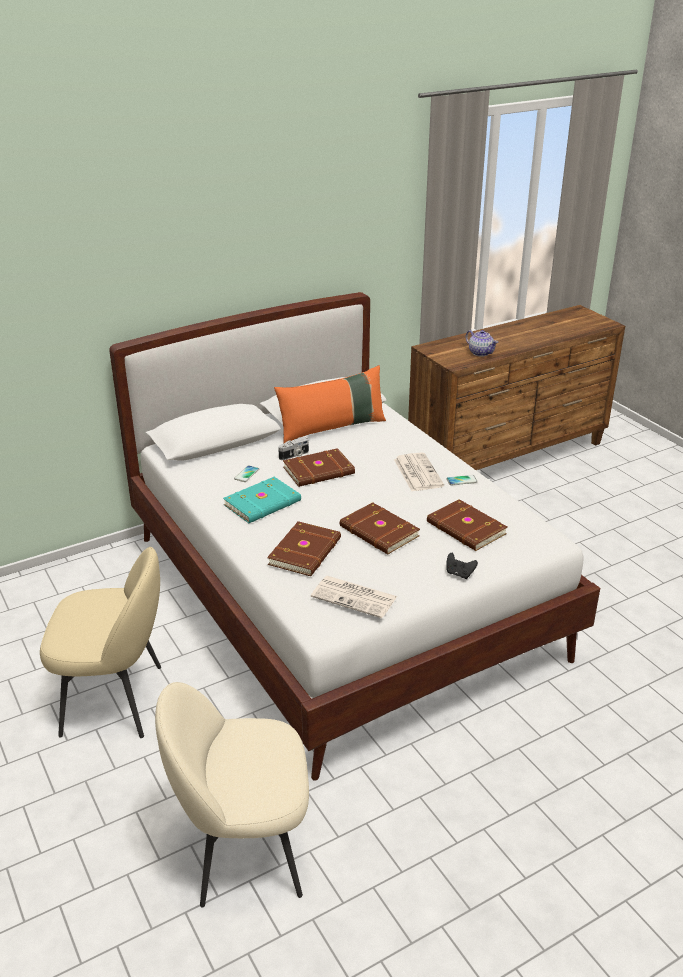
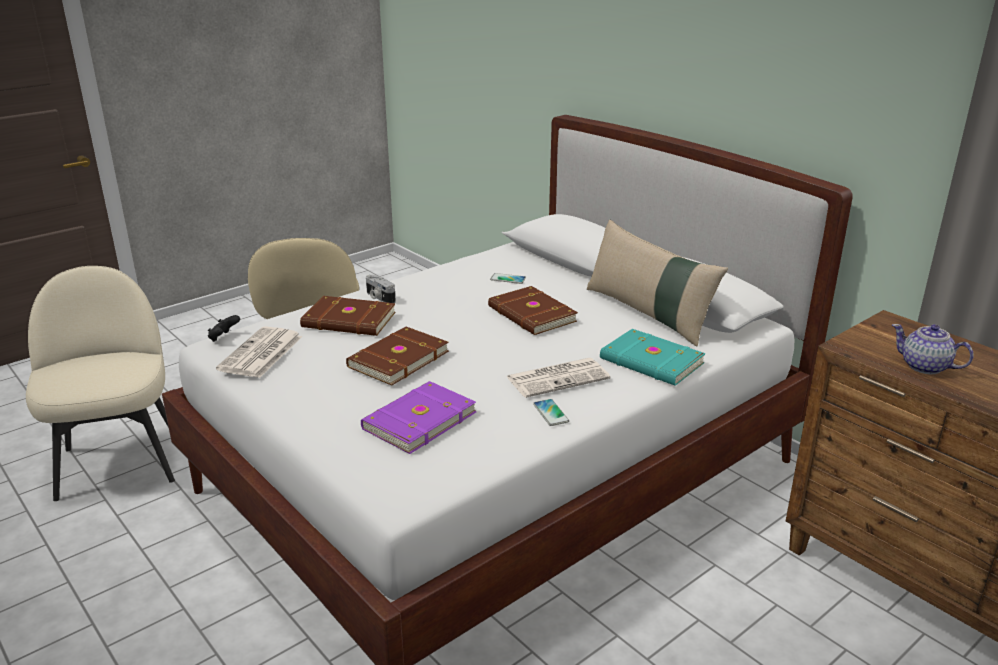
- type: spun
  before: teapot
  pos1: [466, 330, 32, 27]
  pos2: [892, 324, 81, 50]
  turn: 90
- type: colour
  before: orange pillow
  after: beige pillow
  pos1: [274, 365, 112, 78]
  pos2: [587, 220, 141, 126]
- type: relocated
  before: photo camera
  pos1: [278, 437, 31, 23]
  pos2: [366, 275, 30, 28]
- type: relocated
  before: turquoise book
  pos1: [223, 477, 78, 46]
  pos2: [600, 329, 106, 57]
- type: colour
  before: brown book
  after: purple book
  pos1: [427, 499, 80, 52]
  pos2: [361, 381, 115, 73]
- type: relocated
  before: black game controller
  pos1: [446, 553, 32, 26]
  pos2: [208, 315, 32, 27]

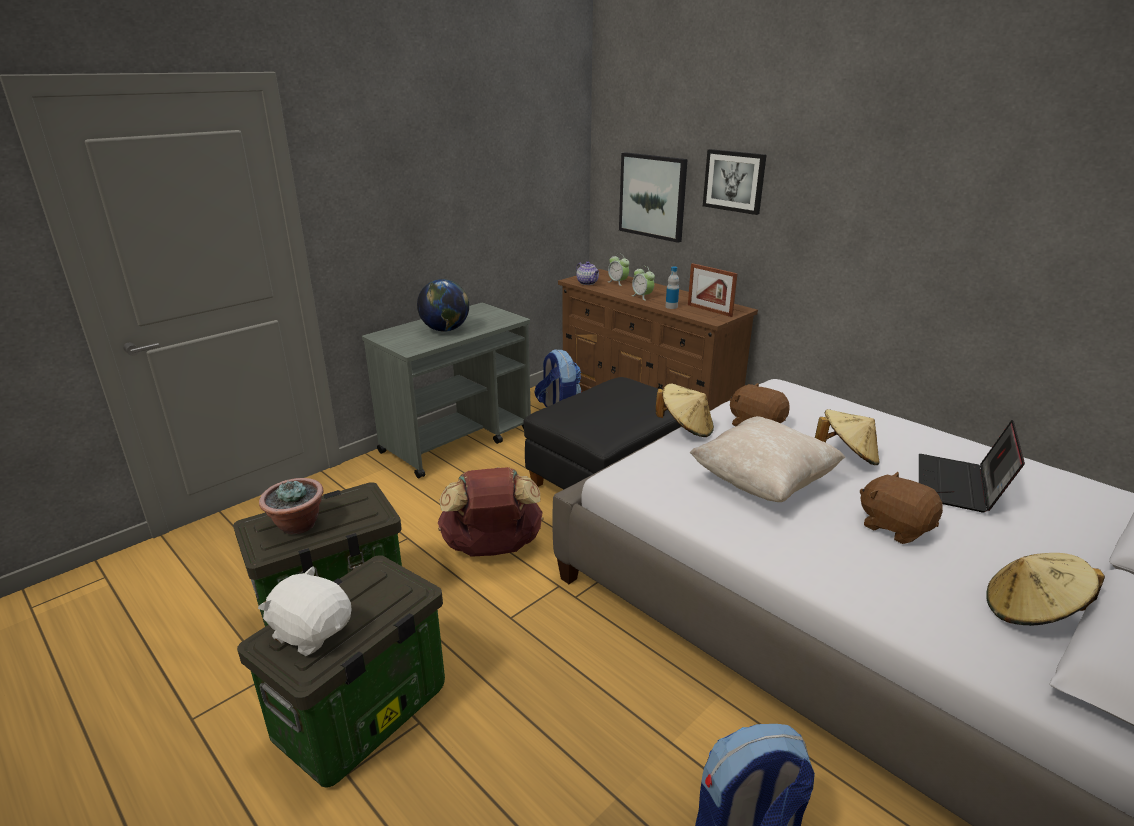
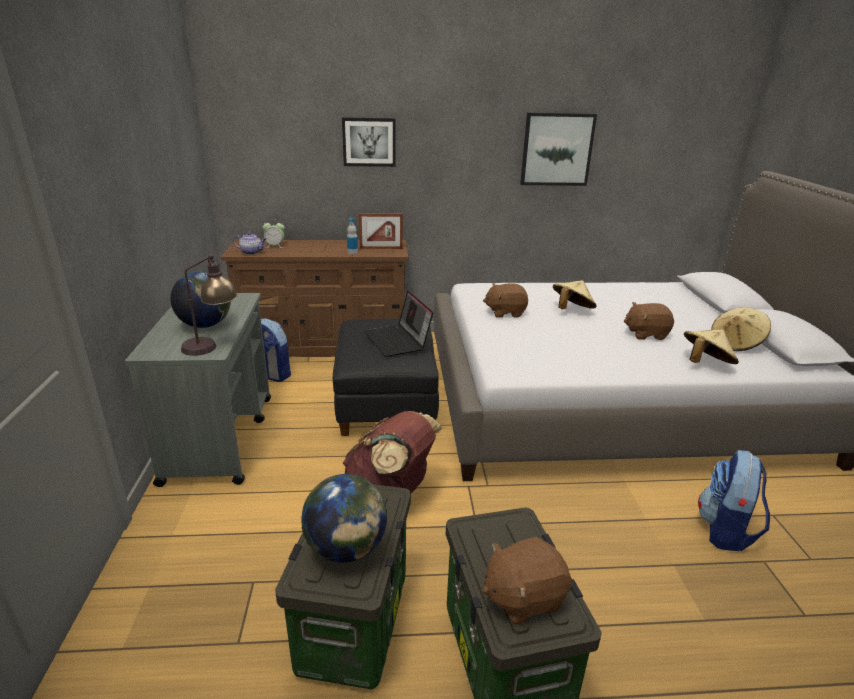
- type: relocated
  before: picture
  pos1: [619, 152, 69, 91]
  pos2: [520, 113, 77, 73]
- type: missing
  before: alarm clock
  pos1: [631, 266, 24, 35]
- type: relocated
  before: beige hat
  pos1: [656, 384, 58, 53]
  pos2: [684, 329, 55, 35]
- type: missing
  before: beige pillow
  pos1: [690, 416, 156, 86]
- type: relocated
  before: laptop
  pos1: [919, 420, 106, 93]
  pos2: [364, 291, 69, 66]
- type: exchanged
  before: potted plant
  after: globe
  pos1: [259, 478, 65, 56]
  pos2: [302, 474, 85, 89]
- type: colour
  before: white plush toy
  after: brown plush toy
  pos1: [258, 566, 94, 90]
  pos2: [482, 537, 90, 88]
- type: appeared
  after: table lamp
  pos2: [181, 253, 56, 103]

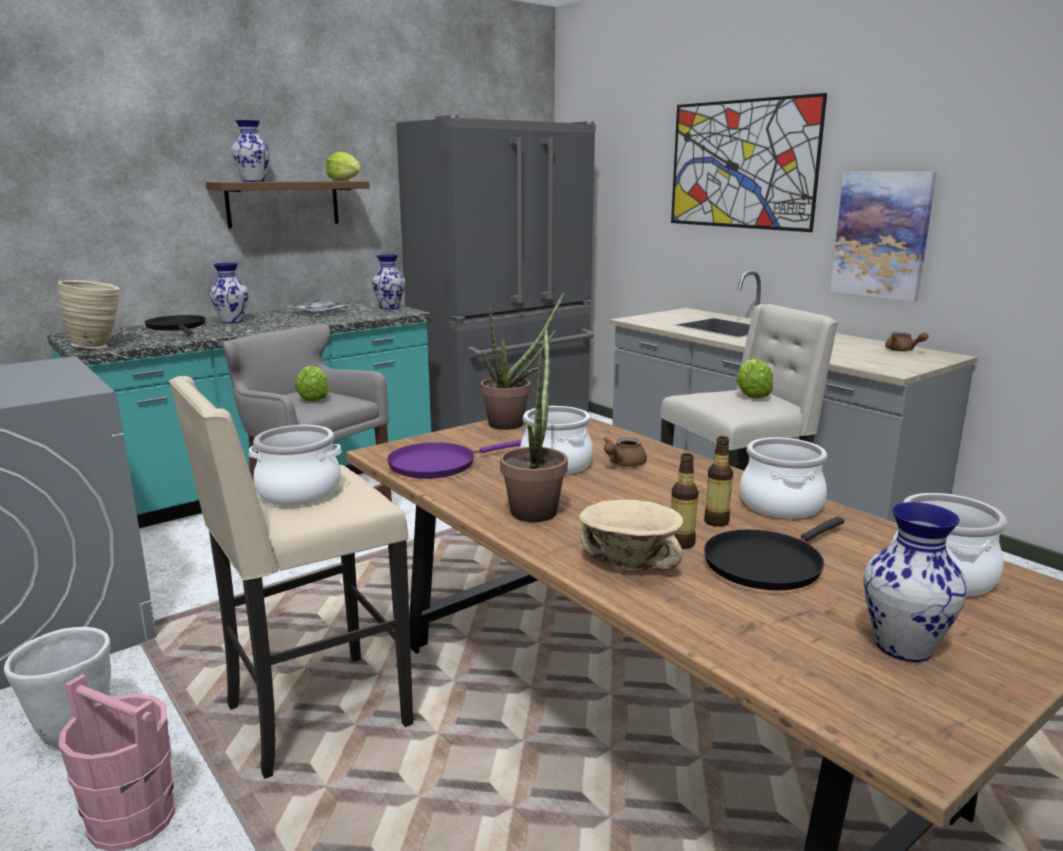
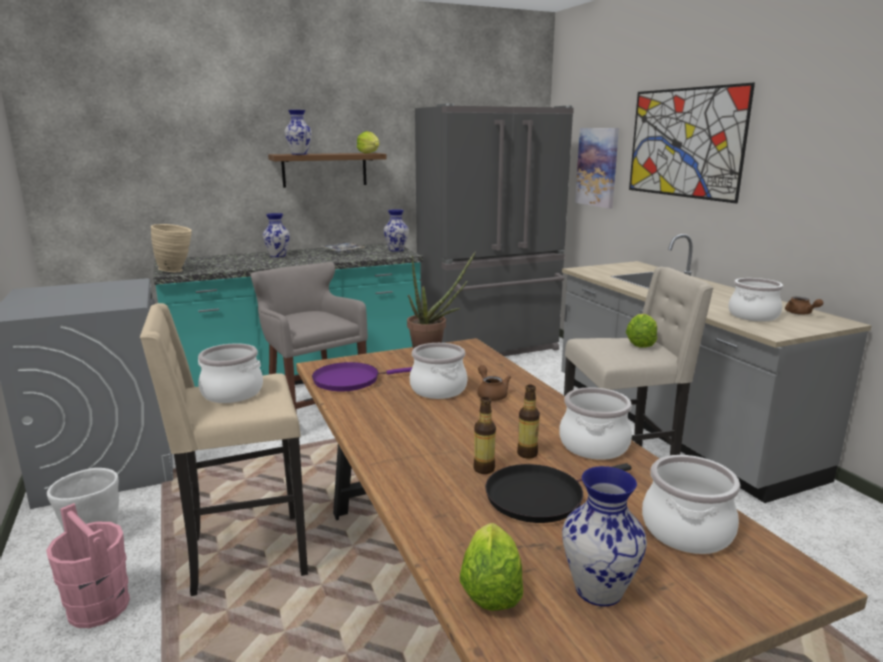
- type: relocated
  before: picture
  pos1: [830, 172, 107, 130]
  pos2: [575, 128, 44, 81]
- type: missing
  before: black frying pan
  pos1: [144, 315, 62, 20]
- type: missing
  before: potted plant
  pos1: [500, 326, 68, 196]
- type: relocated
  before: lettuce
  pos1: [295, 366, 34, 36]
  pos2: [460, 523, 63, 88]
- type: spun
  before: brown teapot
  pos1: [603, 437, 44, 30]
  pos2: [477, 365, 34, 36]
  turn: 105
- type: missing
  before: beige bowl
  pos1: [579, 500, 104, 72]
- type: appeared
  after: cooking pot
  pos2: [728, 278, 55, 43]

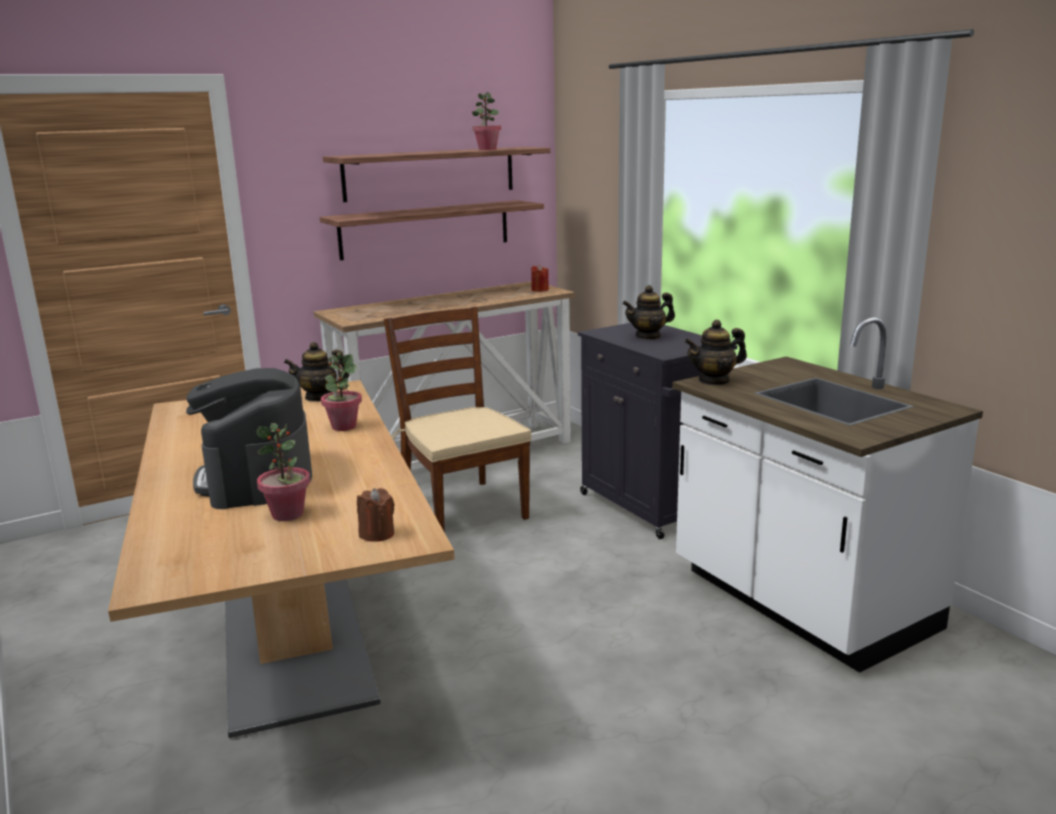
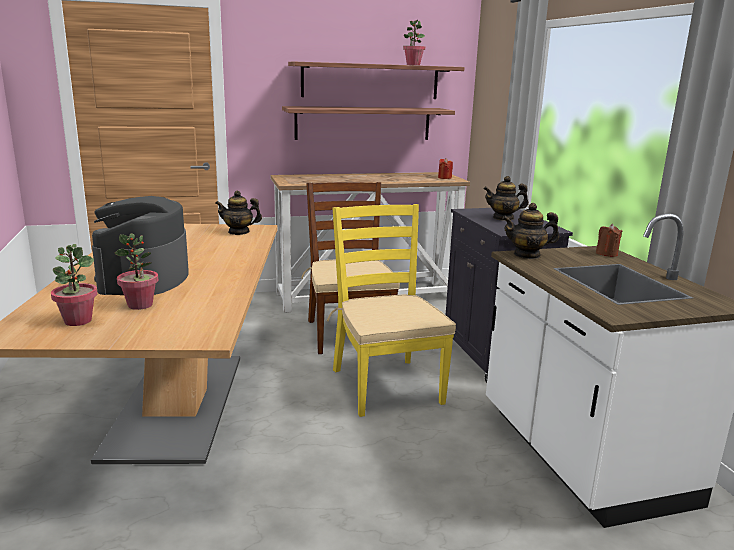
- type: relocated
  before: potted plant
  pos1: [321, 353, 41, 78]
  pos2: [51, 244, 46, 82]
- type: relocated
  before: brown candle
  pos1: [357, 488, 38, 54]
  pos2: [596, 224, 27, 33]
- type: appeared
  after: yellow chair
  pos2: [327, 204, 129, 213]

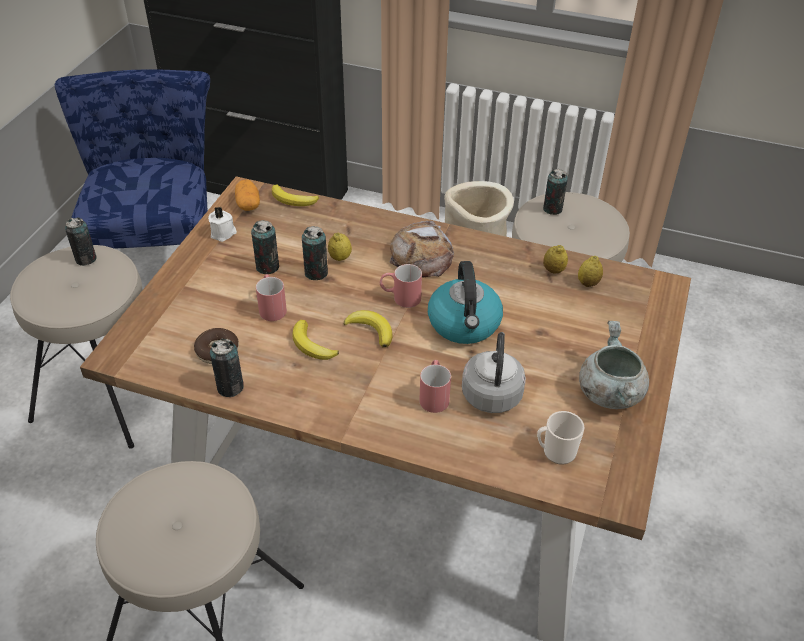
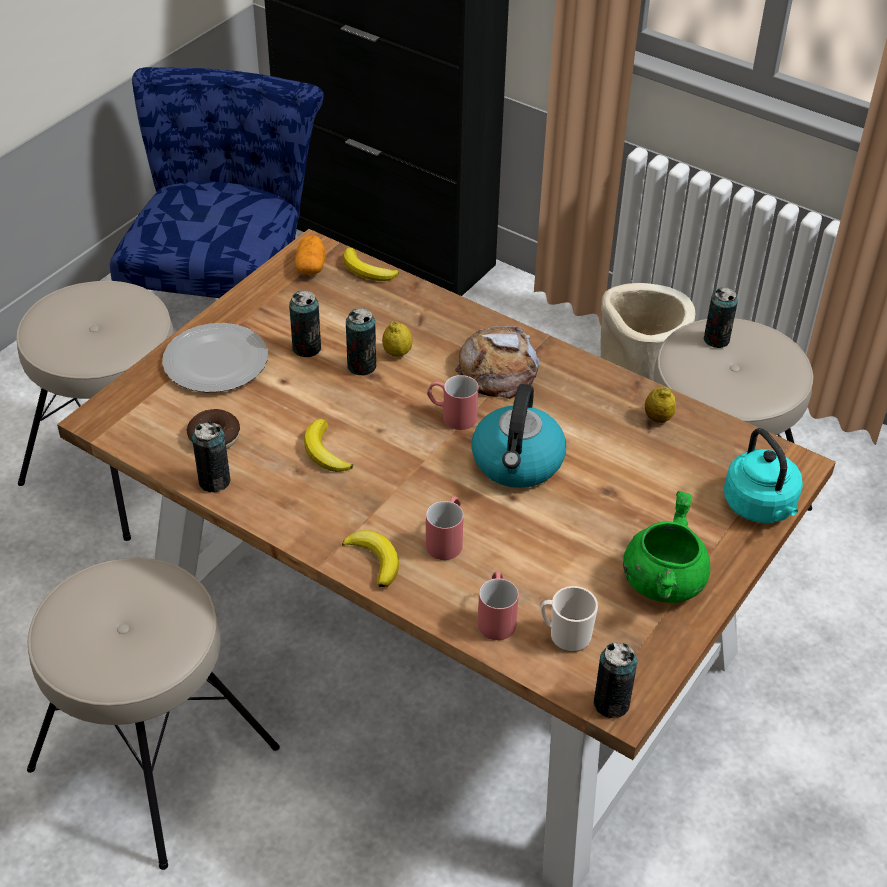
- type: missing
  before: white candle
  pos1: [208, 207, 29, 35]
- type: relocated
  before: can
  pos1: [65, 218, 32, 48]
  pos2: [594, 642, 43, 76]
- type: missing
  before: lemon
  pos1: [578, 256, 25, 31]
- type: relocated
  before: red mug
  pos1: [256, 274, 31, 47]
  pos2: [478, 572, 41, 68]
- type: relocated
  before: banana
  pos1: [344, 310, 48, 37]
  pos2: [342, 530, 57, 57]
- type: colour
  before: grey cooking pot
  after: green cooking pot
  pos1: [579, 321, 70, 88]
  pos2: [623, 491, 87, 112]
- type: missing
  before: grey kettle
  pos1: [462, 332, 64, 81]
- type: appeared
  after: plate
  pos2: [162, 323, 106, 69]
- type: appeared
  after: turquoise kettle
  pos2: [724, 428, 79, 95]

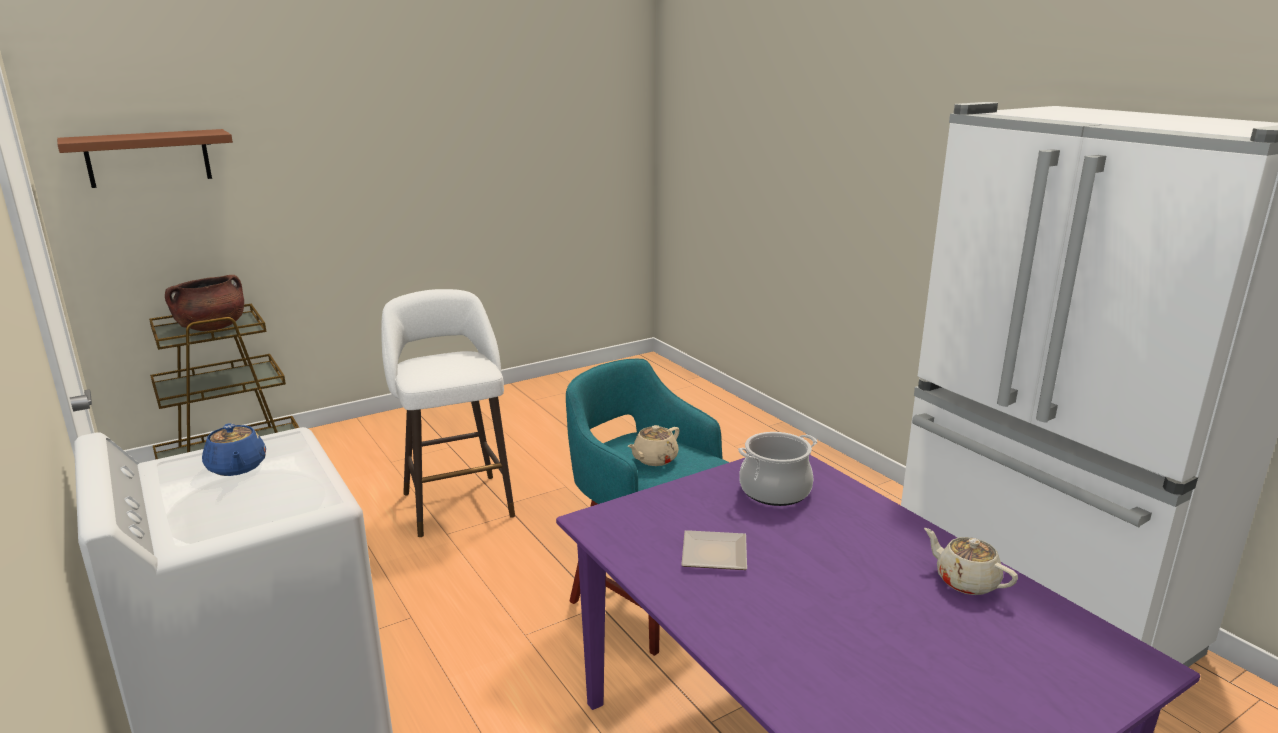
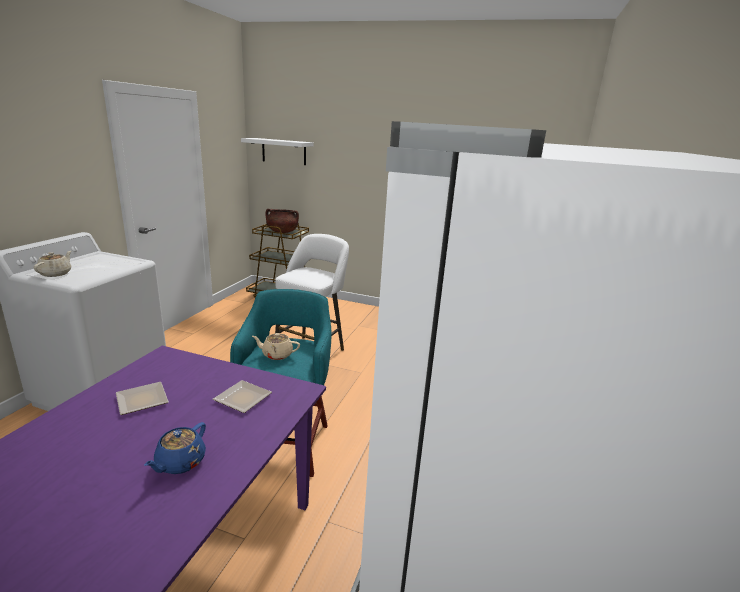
- type: colour
  before: brown shelf
  after: white shelf
  pos1: [57, 129, 176, 59]
  pos2: [241, 138, 73, 27]
- type: relocated
  before: blue teapot
  pos1: [202, 424, 64, 52]
  pos2: [144, 422, 62, 52]
- type: exchanged
  before: cooking pot
  after: plate
  pos1: [738, 432, 79, 74]
  pos2: [213, 380, 59, 33]
- type: relocated
  before: beige teapot
  pos1: [924, 528, 94, 67]
  pos2: [34, 251, 37, 26]

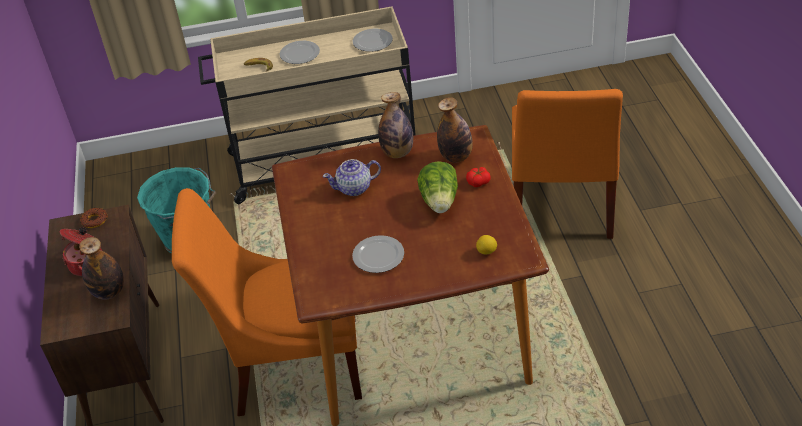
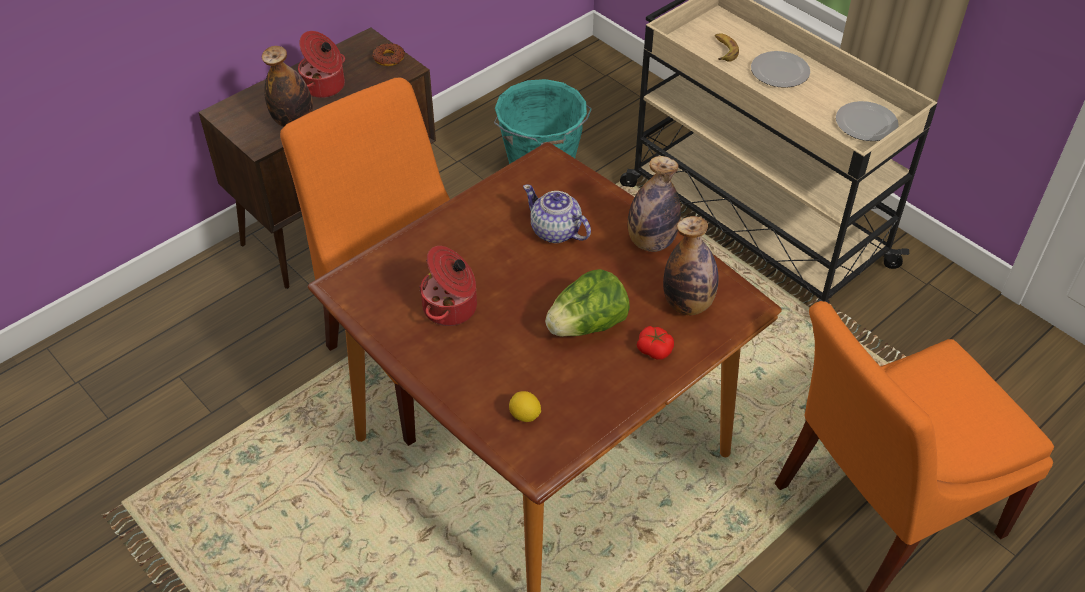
- type: exchanged
  before: plate
  after: cooking pot
  pos1: [352, 235, 52, 38]
  pos2: [419, 246, 58, 80]

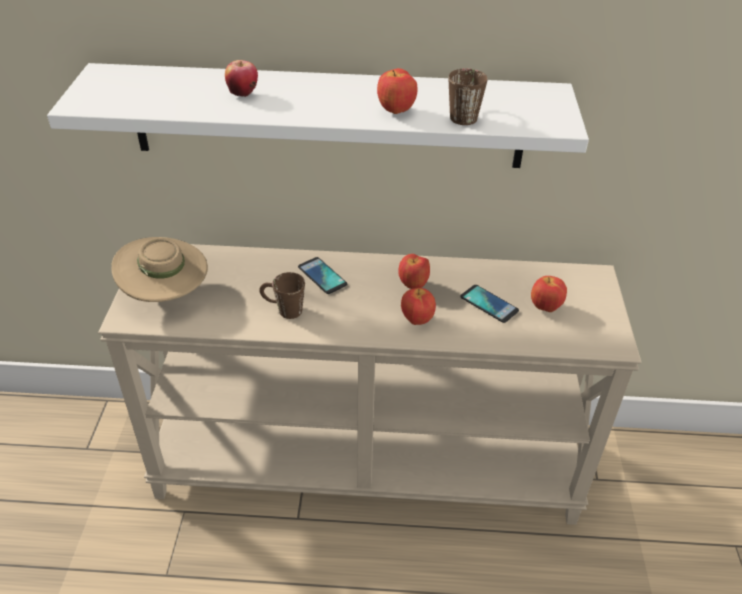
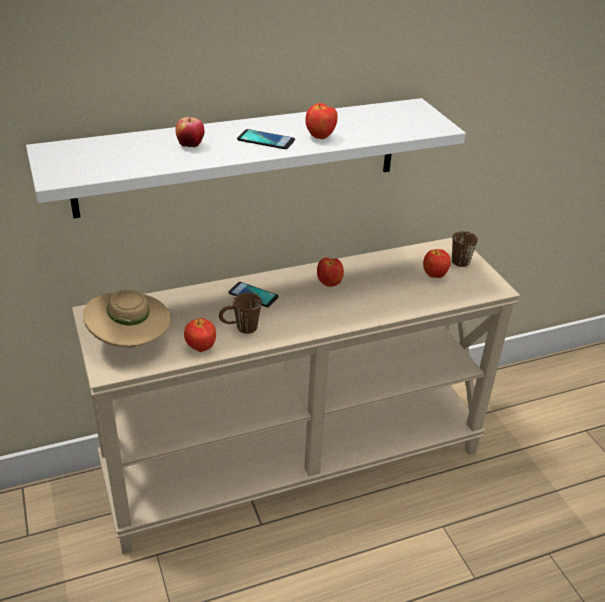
- type: relocated
  before: brown mug
  pos1: [449, 69, 39, 56]
  pos2: [452, 231, 26, 36]
- type: relocated
  before: phone
  pos1: [460, 285, 59, 38]
  pos2: [237, 129, 58, 20]
- type: relocated
  before: apple
  pos1: [401, 288, 35, 37]
  pos2: [184, 318, 32, 34]

